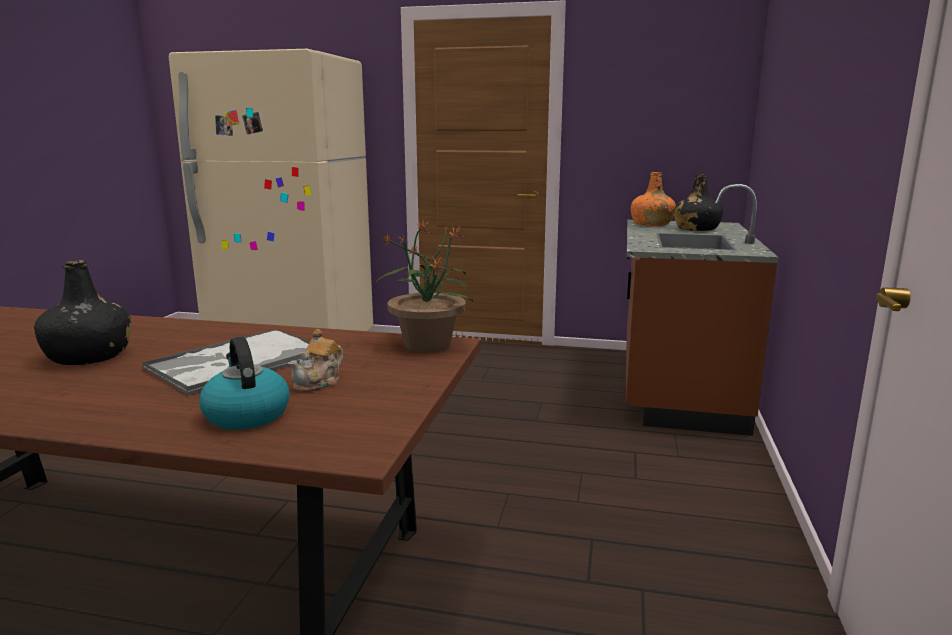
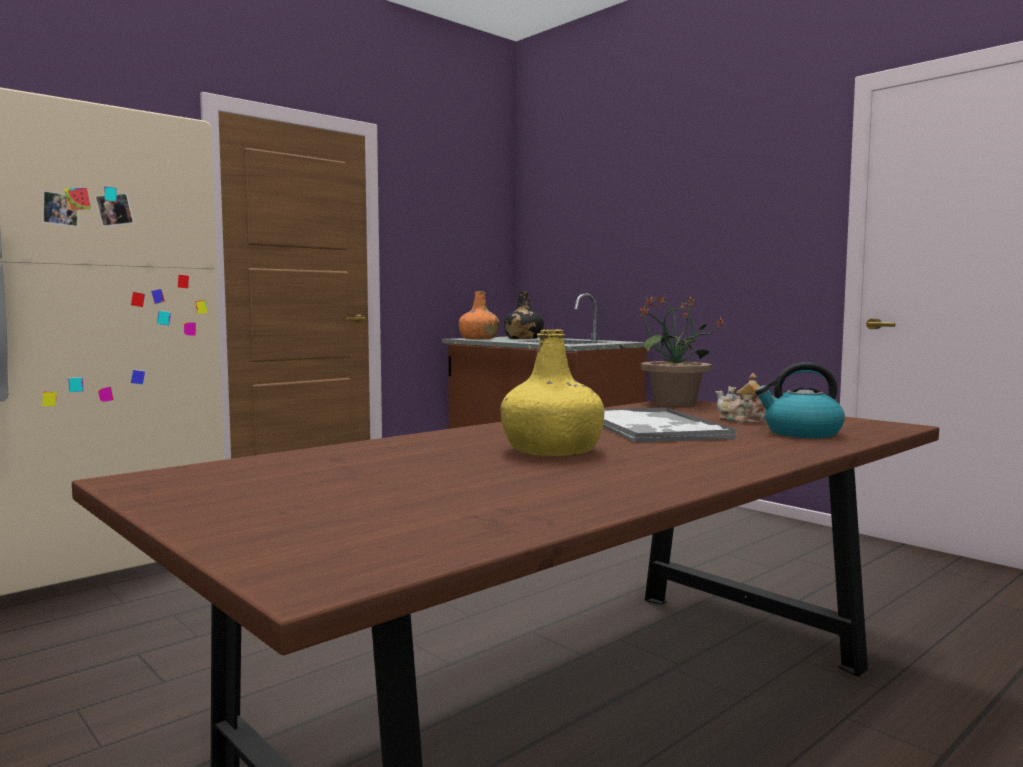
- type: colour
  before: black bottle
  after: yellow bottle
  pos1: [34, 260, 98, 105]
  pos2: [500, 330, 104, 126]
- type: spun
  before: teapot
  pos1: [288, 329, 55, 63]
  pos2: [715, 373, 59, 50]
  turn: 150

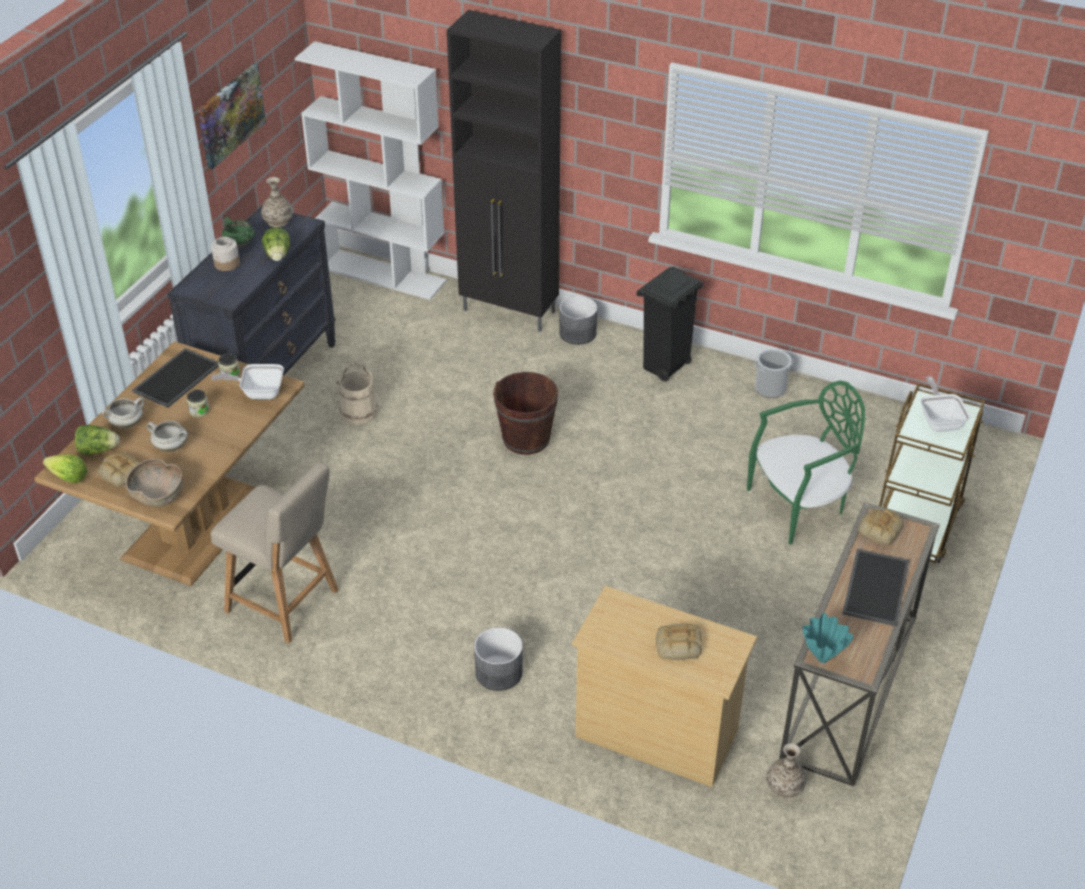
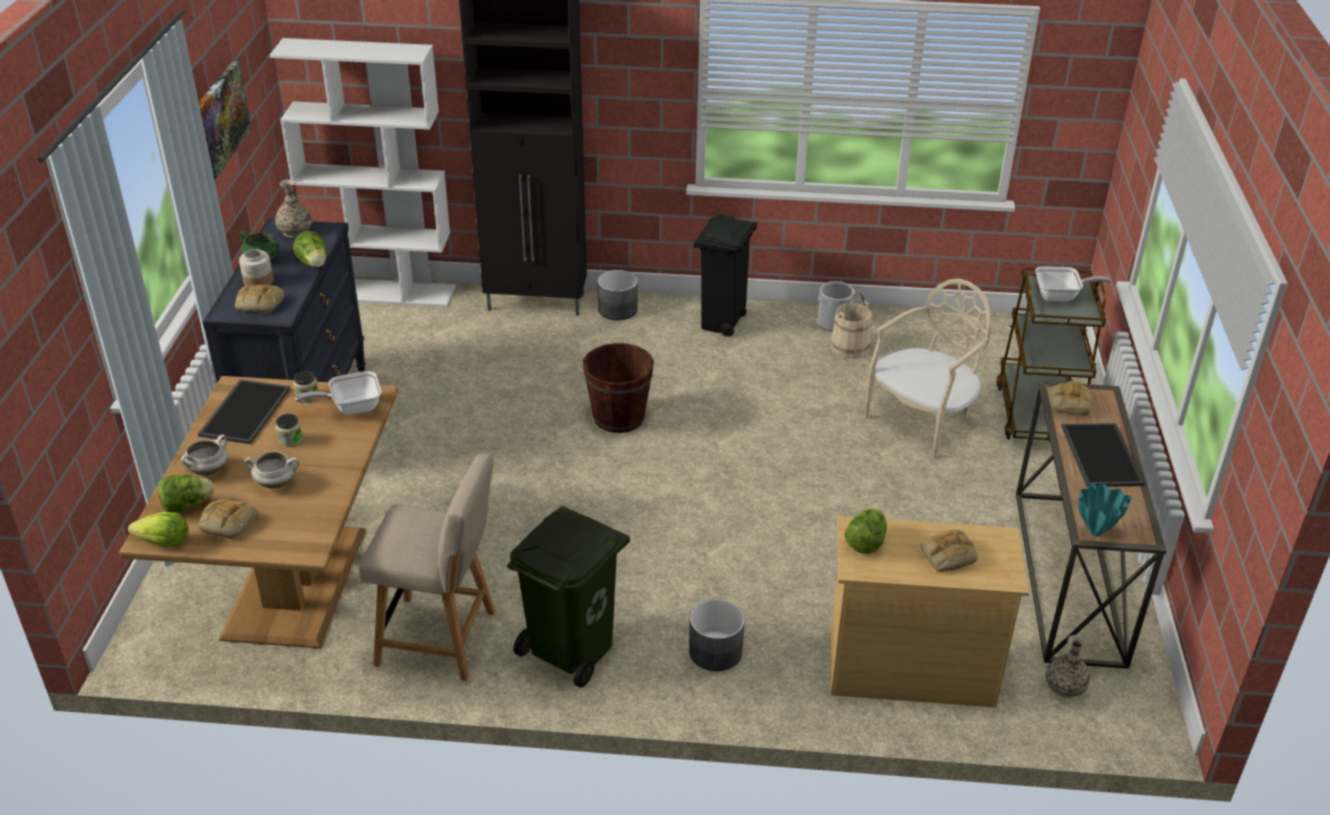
- type: relocated
  before: beige bucket
  pos1: [335, 363, 43, 62]
  pos2: [830, 292, 42, 67]
- type: spun
  before: frying pan
  pos1: [921, 376, 49, 56]
  pos2: [1035, 266, 77, 36]
  turn: 120
- type: colour
  before: green chair
  after: beige chair
  pos1: [747, 380, 118, 165]
  pos2: [864, 279, 127, 180]
- type: missing
  before: brown bowl
  pos1: [126, 459, 57, 48]
- type: appeared
  after: bread
  pos2: [235, 285, 50, 29]
- type: appeared
  after: green trash can
  pos2: [507, 506, 123, 182]
- type: appeared
  after: lettuce
  pos2: [844, 508, 43, 46]

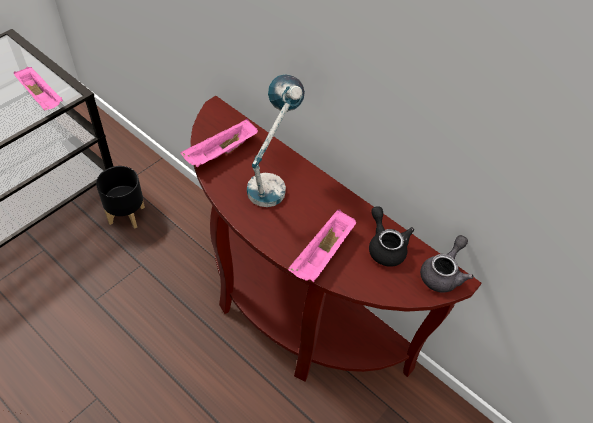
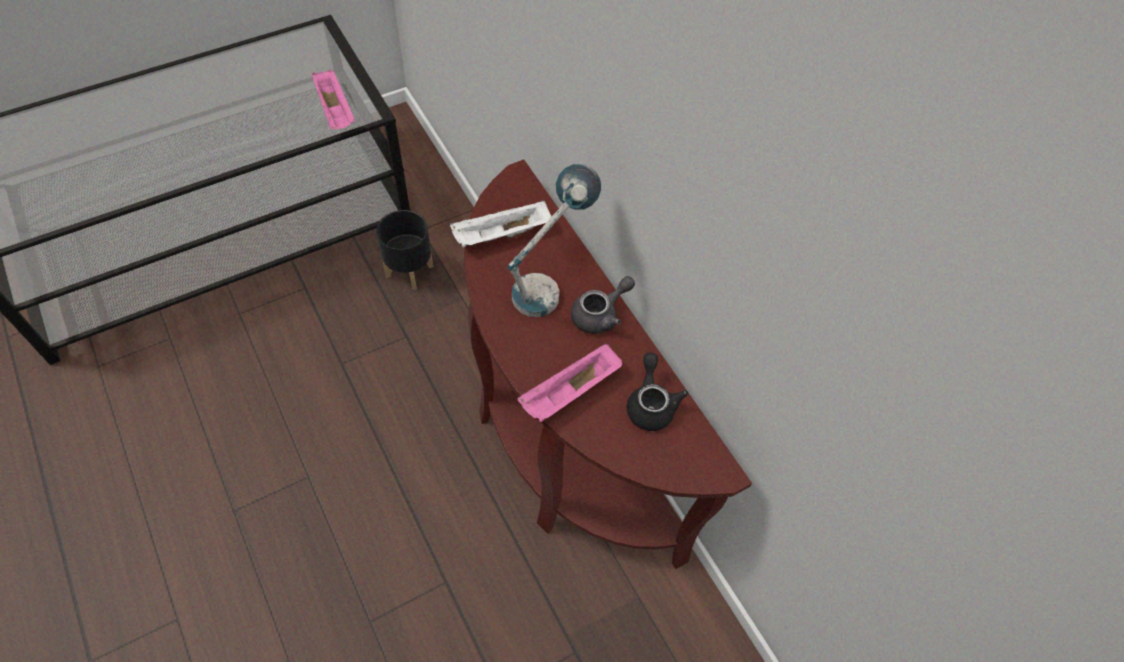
- type: colour
  before: pink tray
  after: white tray
  pos1: [181, 119, 77, 48]
  pos2: [450, 200, 102, 47]
- type: relocated
  before: grey teapot
  pos1: [420, 235, 54, 58]
  pos2: [571, 276, 64, 58]

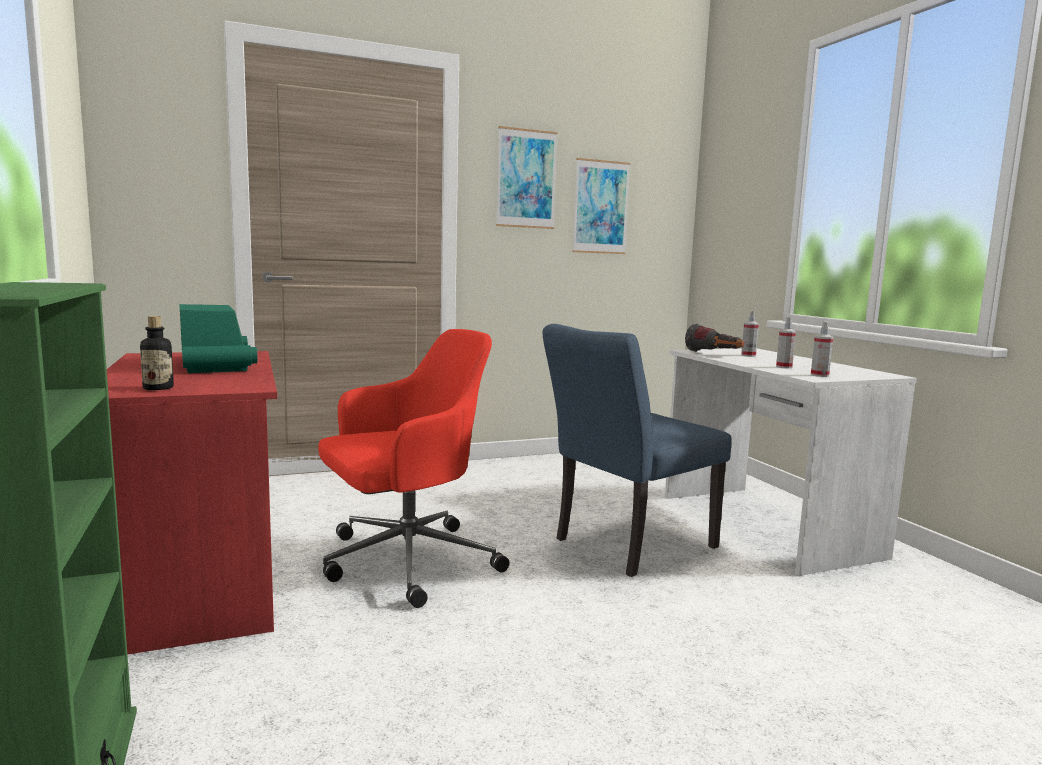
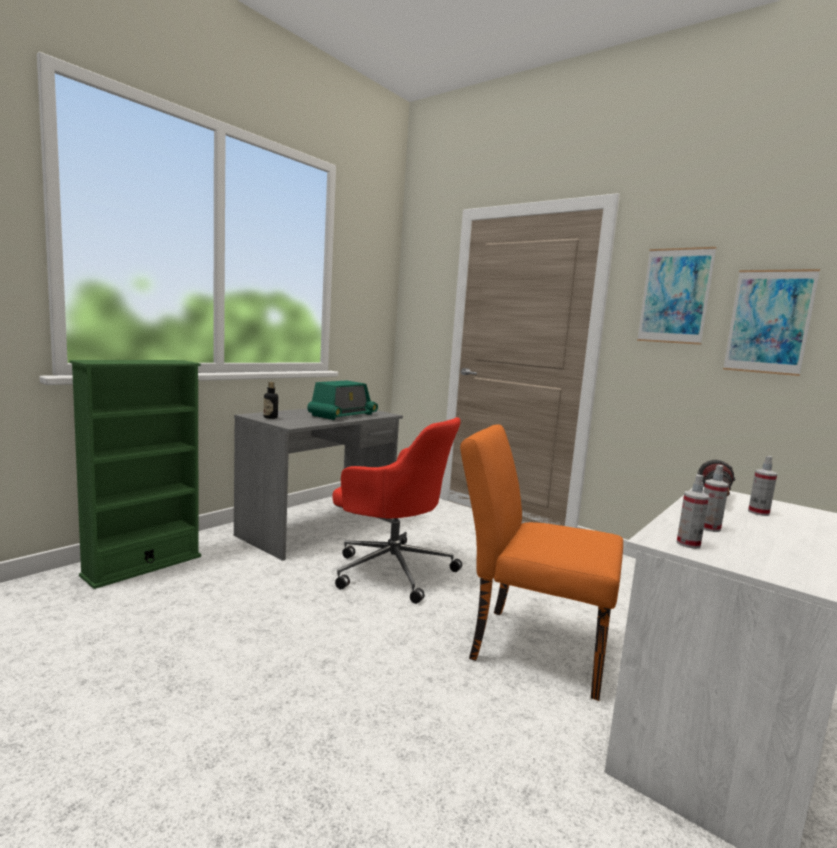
- type: colour
  before: blue chair
  after: orange chair
  pos1: [543, 324, 188, 253]
  pos2: [460, 424, 163, 277]
- type: colour
  before: red desk
  after: grey desk
  pos1: [107, 351, 170, 304]
  pos2: [234, 408, 169, 153]

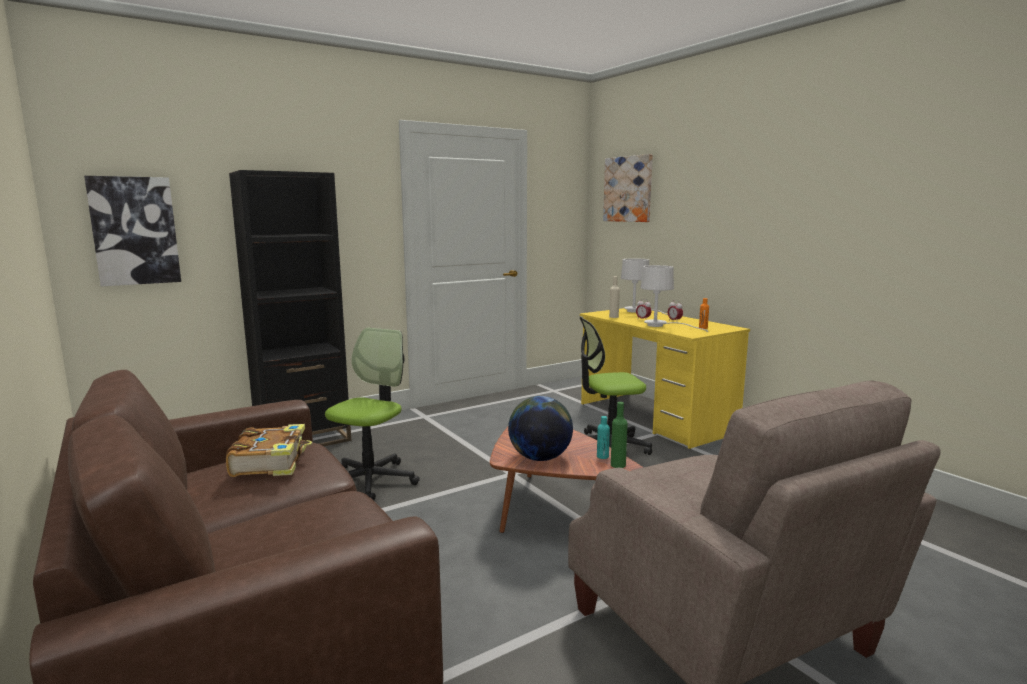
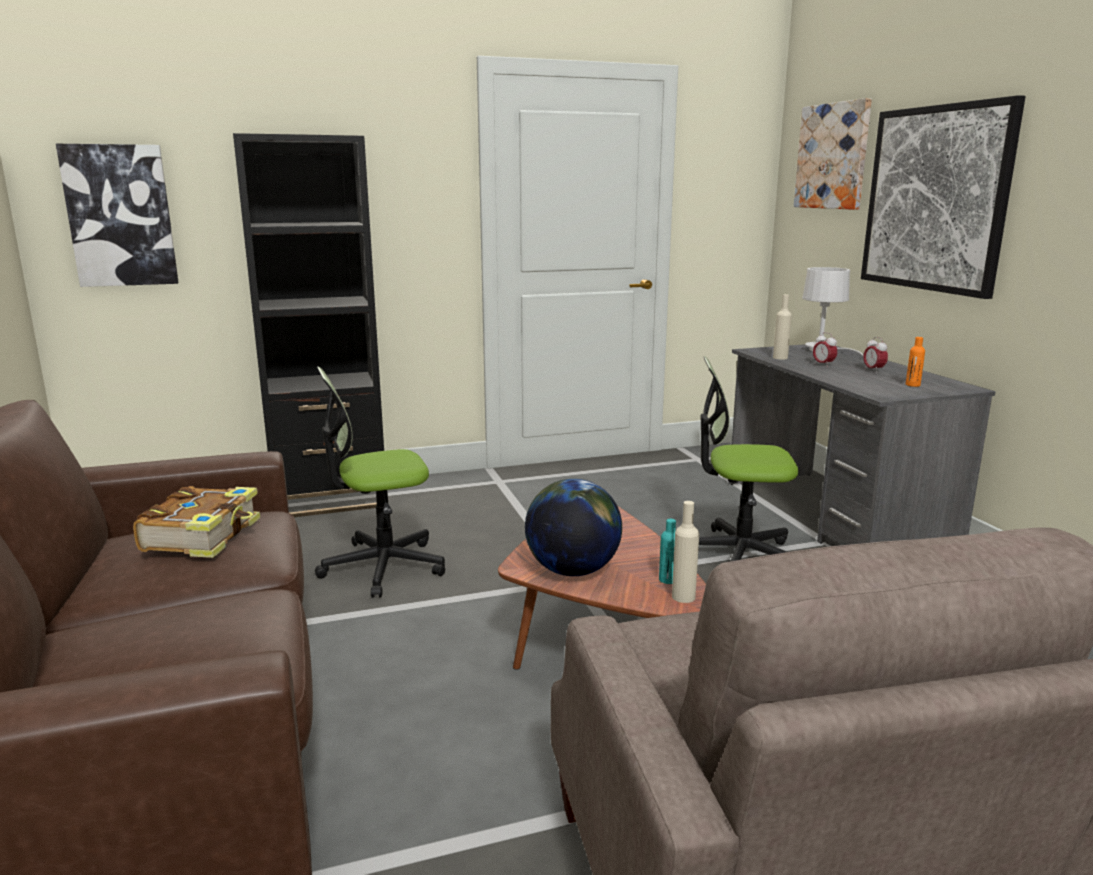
- type: missing
  before: white table lamp
  pos1: [640, 265, 68, 67]
- type: colour
  before: yellow desk
  after: grey desk
  pos1: [580, 308, 170, 141]
  pos2: [729, 344, 267, 202]
- type: spun
  before: office chair
  pos1: [325, 328, 95, 173]
  pos2: [315, 366, 130, 232]
  turn: -150
- type: colour
  before: green bottle
  after: beige bottle
  pos1: [611, 402, 17, 66]
  pos2: [672, 501, 27, 102]
- type: appeared
  after: picture
  pos2: [861, 95, 165, 204]

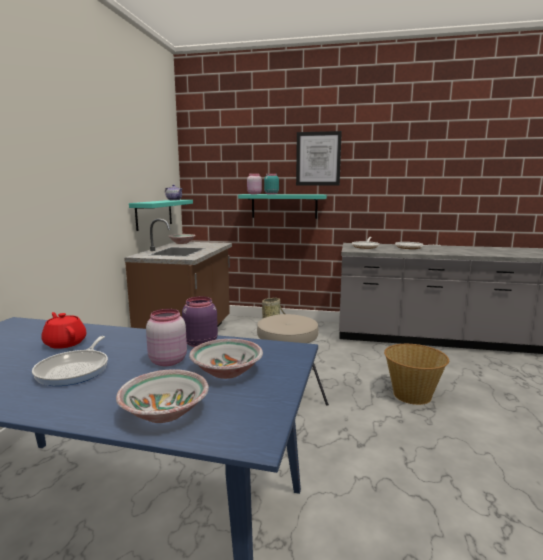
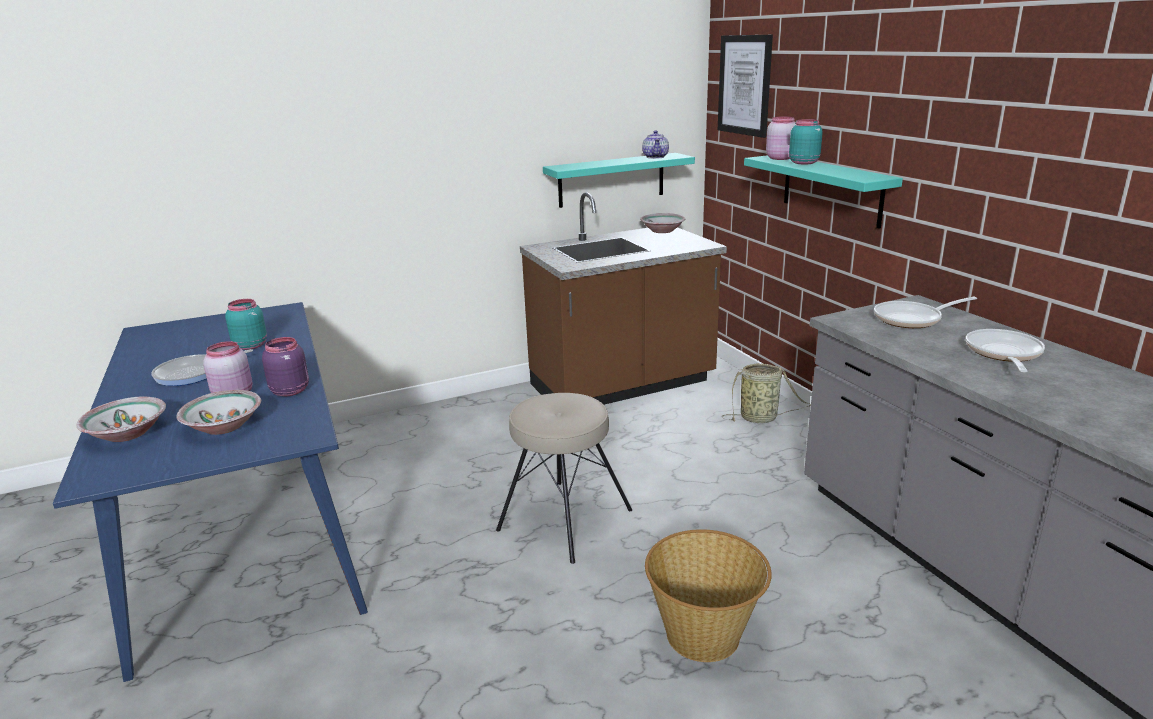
- type: relocated
  before: picture
  pos1: [296, 131, 46, 55]
  pos2: [718, 35, 55, 103]
- type: exchanged
  before: red teapot
  after: turquoise jar
  pos1: [41, 312, 45, 37]
  pos2: [225, 299, 42, 51]

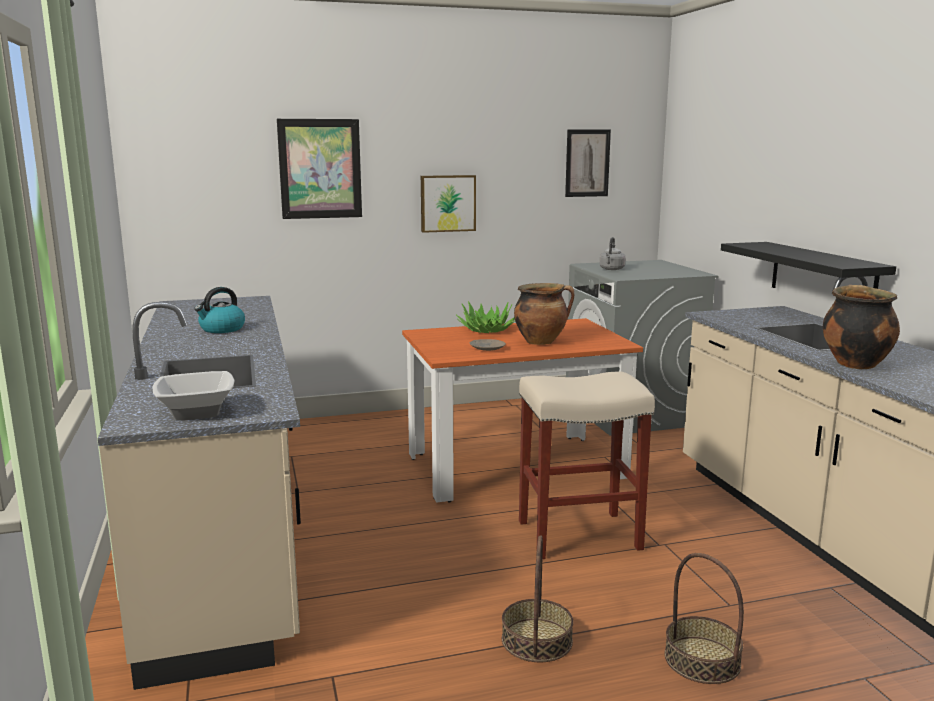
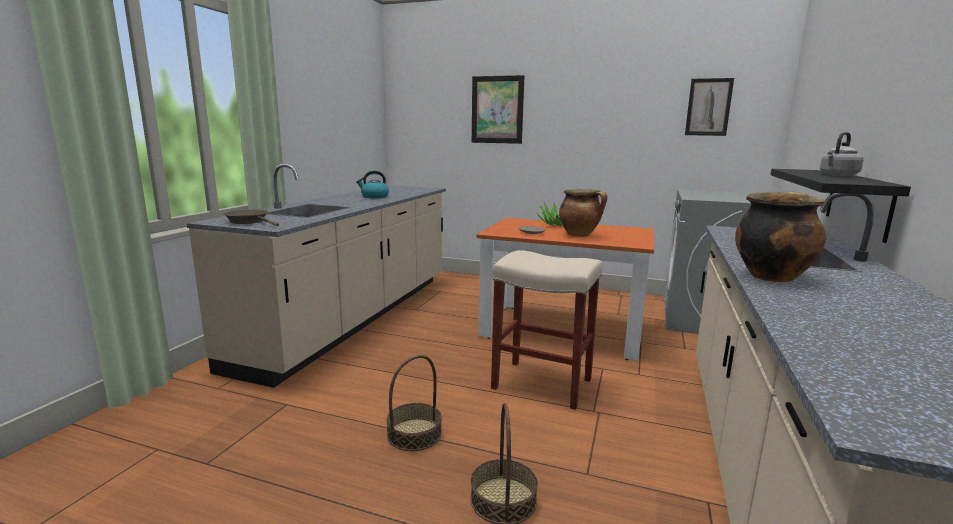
- type: missing
  before: picture
  pos1: [421, 175, 55, 58]
- type: relocated
  before: grey kettle
  pos1: [600, 237, 25, 33]
  pos2: [820, 132, 44, 44]
- type: exchanged
  before: bowl
  after: brown frying pan
  pos1: [152, 371, 82, 50]
  pos2: [223, 210, 56, 16]

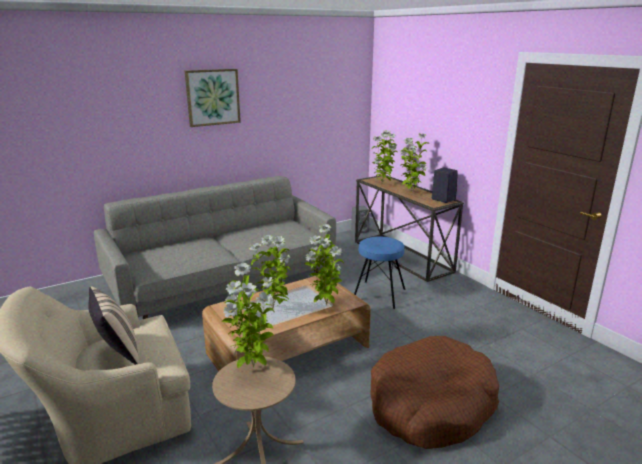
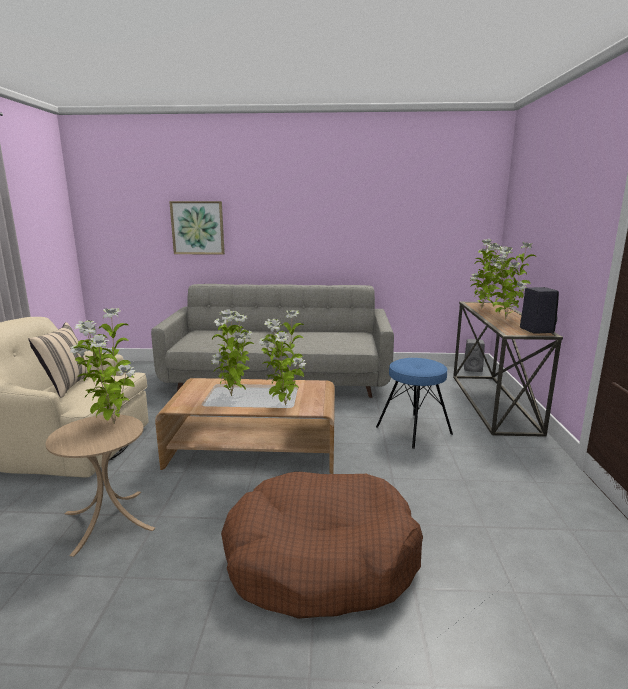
- type: relocated
  before: picture
  pos1: [185, 69, 56, 58]
  pos2: [169, 201, 56, 54]

